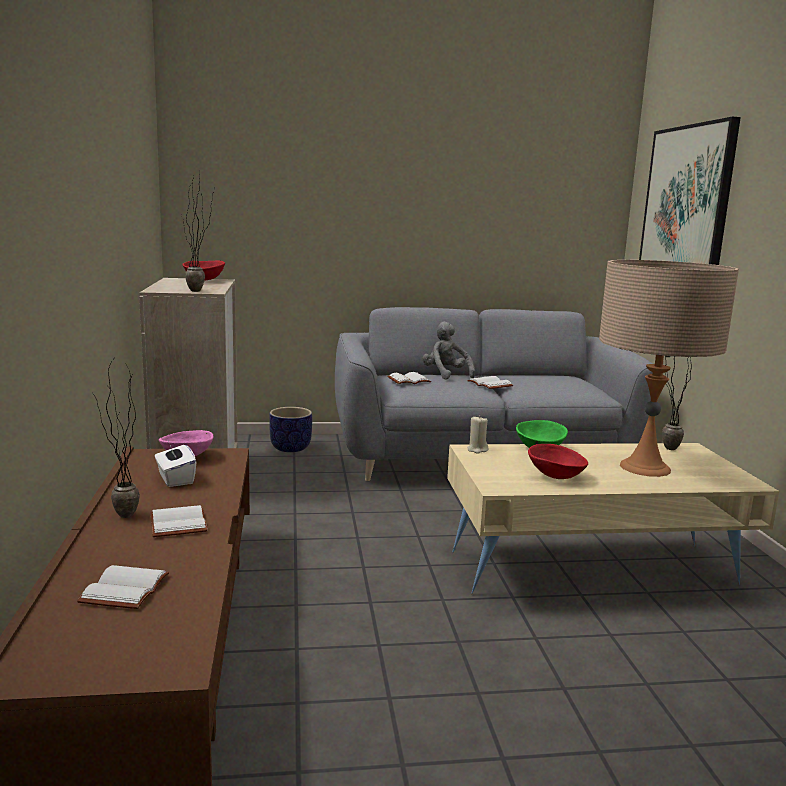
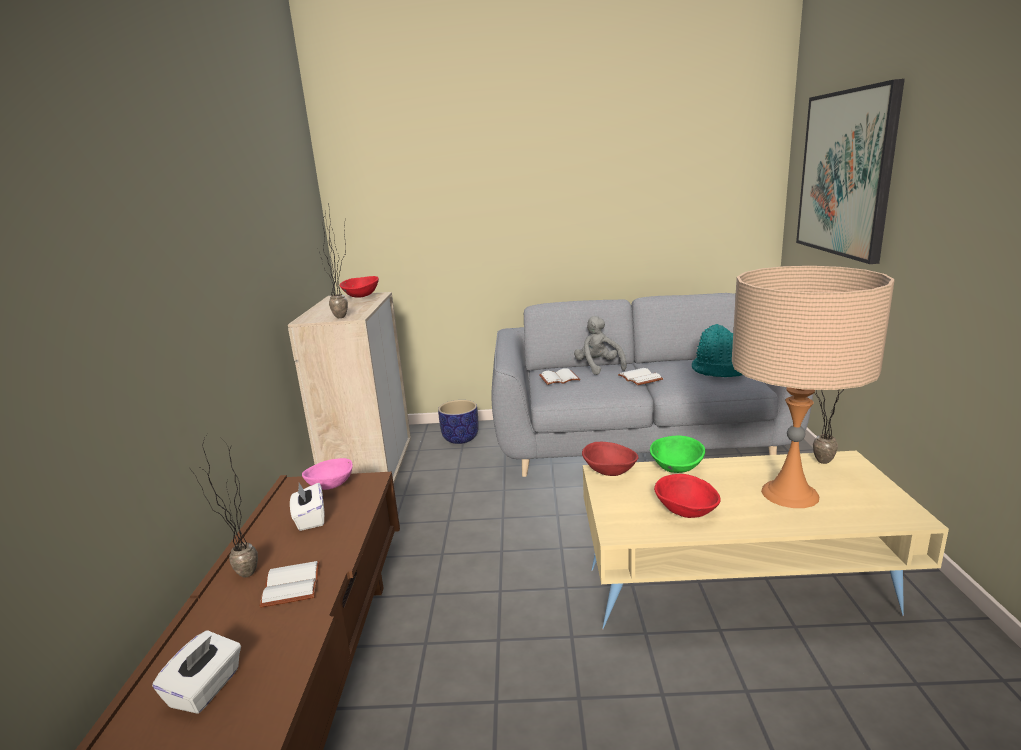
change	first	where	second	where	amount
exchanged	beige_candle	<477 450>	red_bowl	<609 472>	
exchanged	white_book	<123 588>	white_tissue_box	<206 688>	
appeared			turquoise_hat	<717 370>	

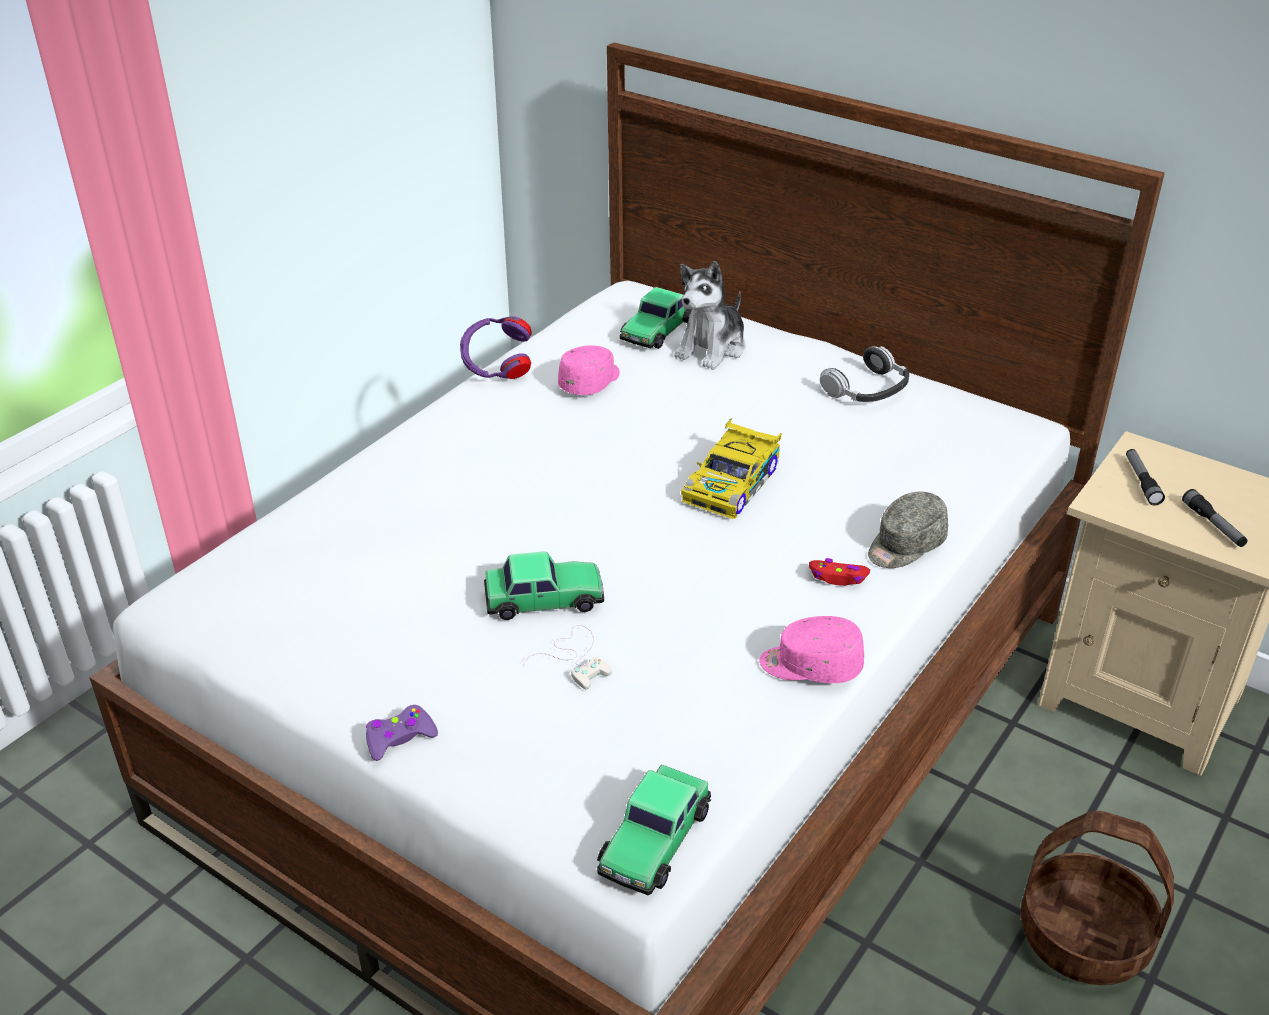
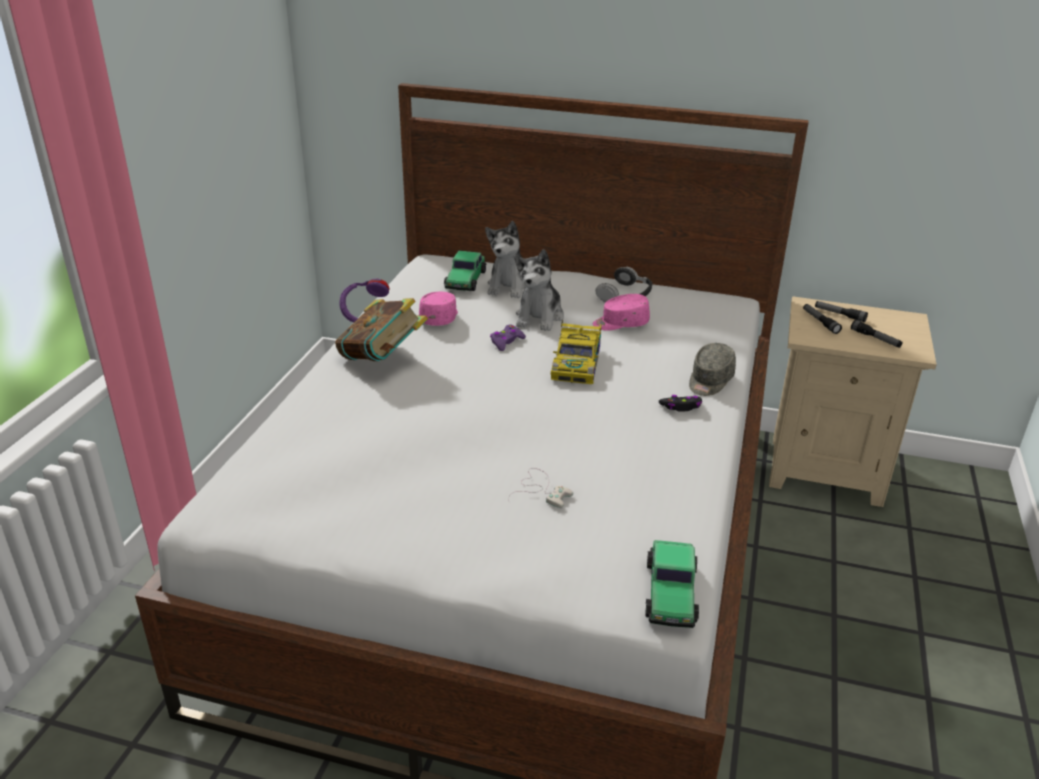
change	first	where	second	where	amount
missing	toy_car	<544 598>			
colour	red_game_controller	<838 577>	black_game_controller	<681 407>	
relocated	pink_cap	<810 666>		<620 323>	
relocated	purple_game_controller	<399 738>		<506 342>	
missing	basket	<1084 936>			
appeared			plush_toy	<539 317>	
appeared			book	<382 360>	
appeared			flashlight	<839 315>	

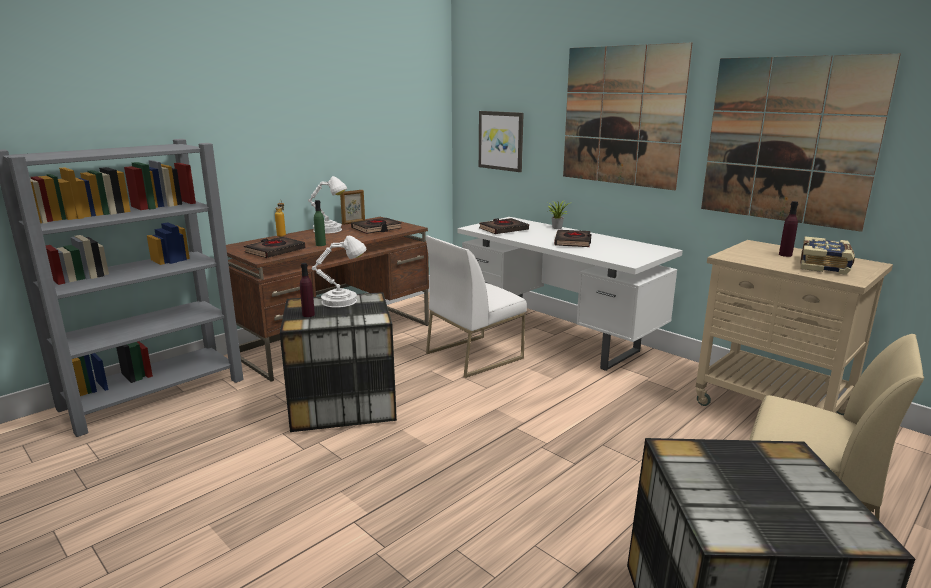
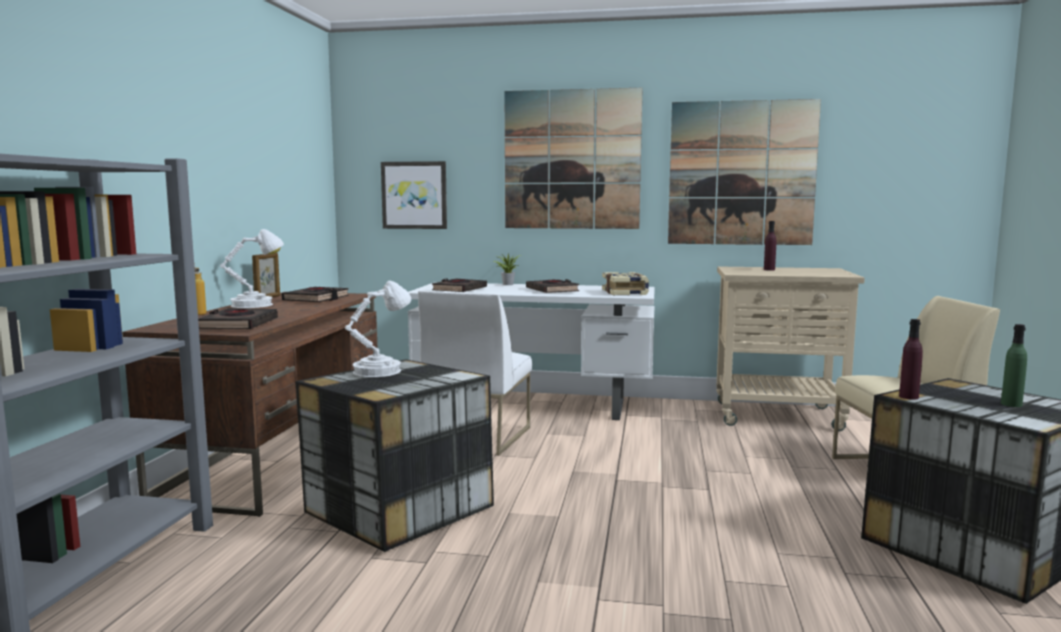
change	first	where	second	where	amount
relocated	green_bottle	<320 244>		<1011 404>	
relocated	book	<825 266>		<625 293>	
relocated	purple_bottle	<308 315>		<908 397>	

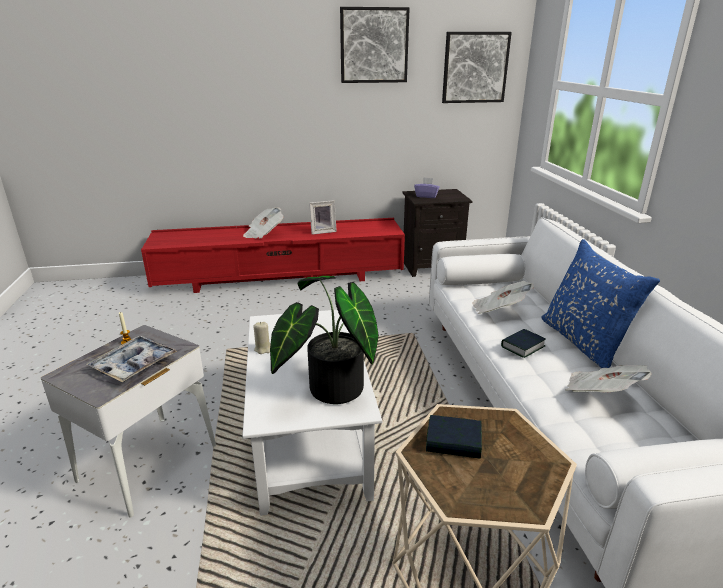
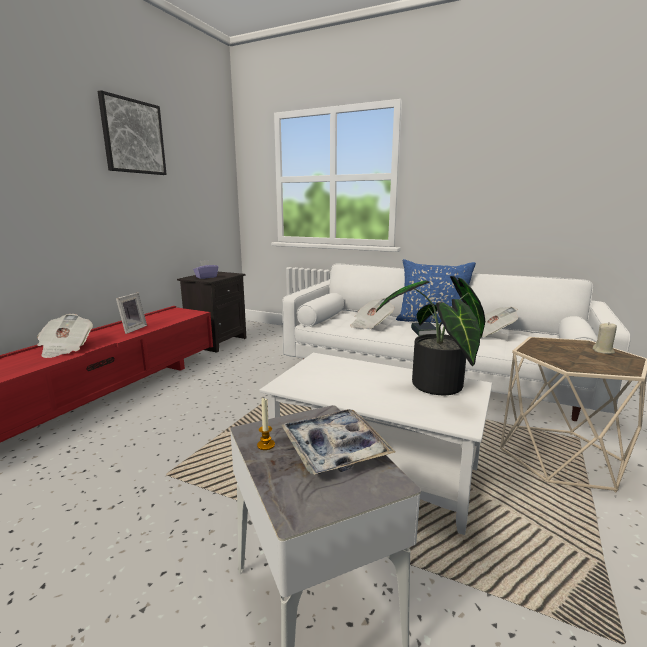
change	first	where	second	where	amount
missing	picture	<475 67>			
relocated	beige_candle	<263 349>		<603 351>	
missing	book	<453 442>			

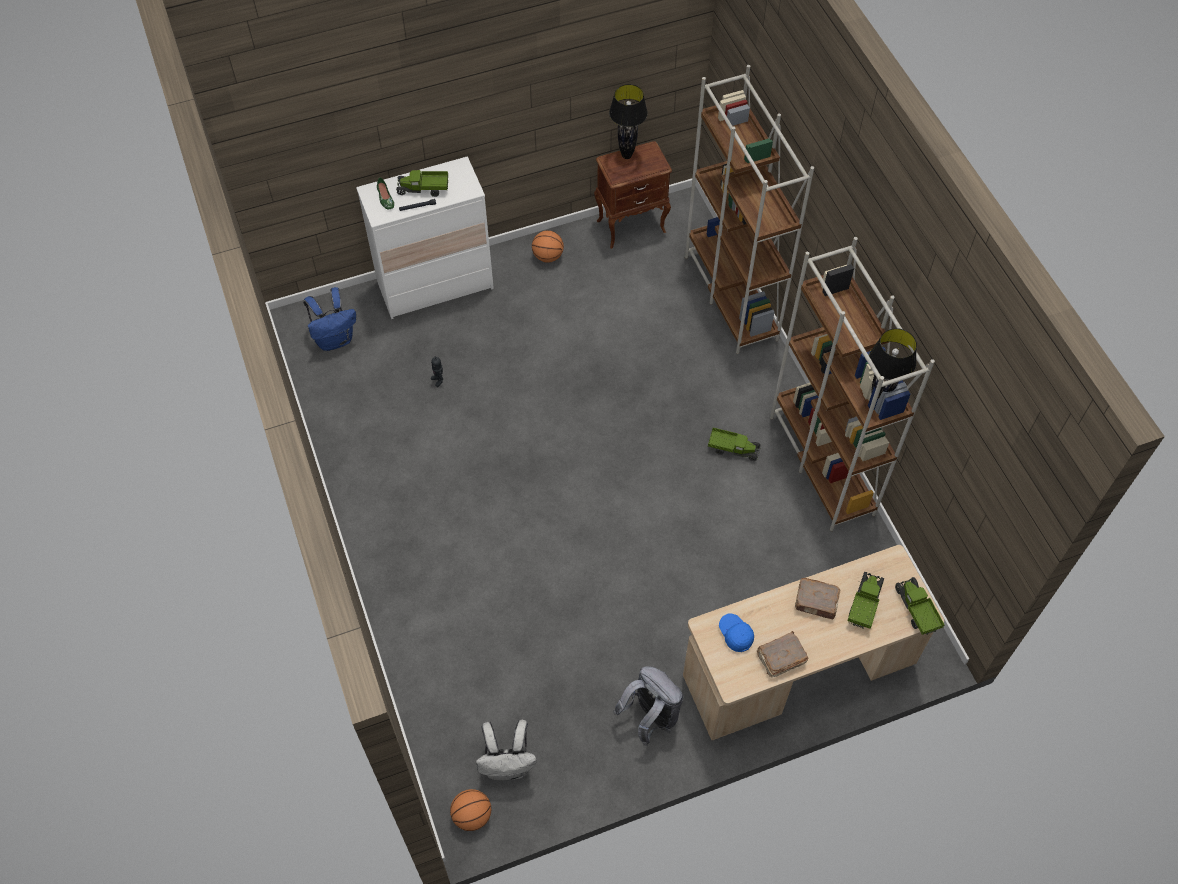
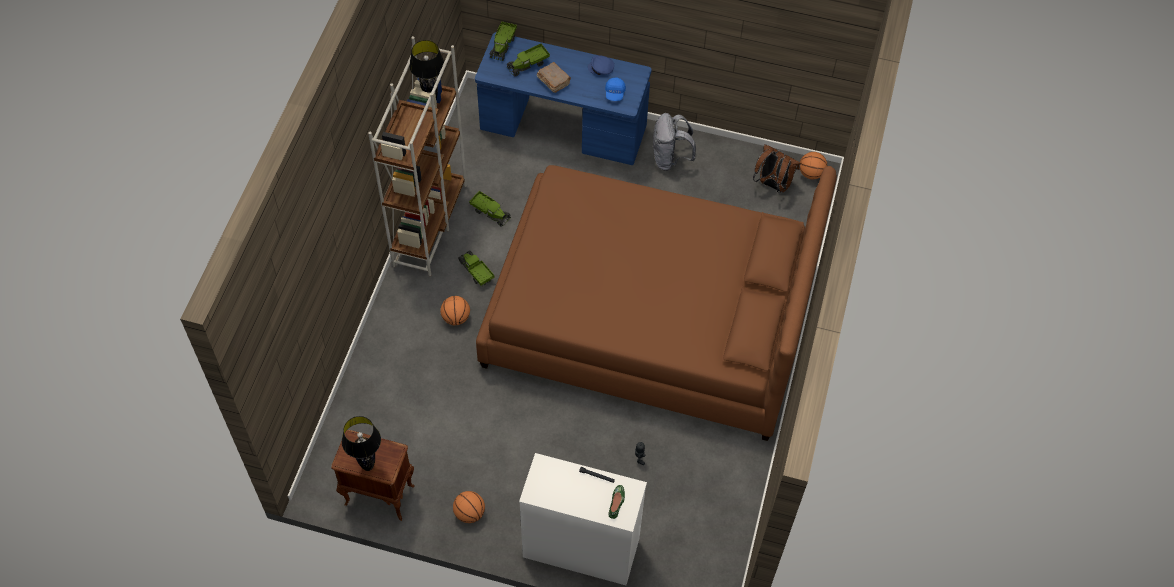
change	first	where	second	where	amount
missing	brown_bookcase	<731 298>			
relocated	toy_truck	<423 189>		<490 212>	
missing	blue_backpack	<335 339>			
colour	beige_desk	<799 671>	blue_desk	<563 128>	
exchanged	brown_book	<780 658>	blue_cap	<601 68>	
colour	white_backpack	<508 766>	brown_backpack	<772 184>	
appeared			brown_bed	<649 318>	
appeared			basketball	<456 318>	

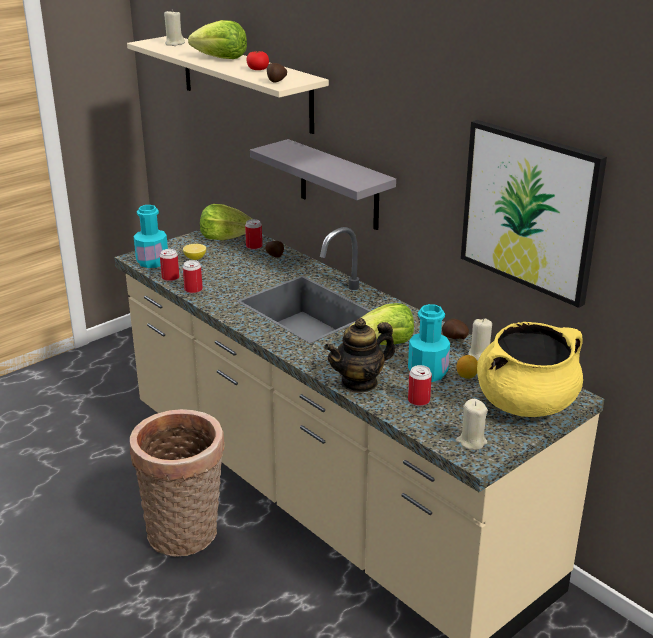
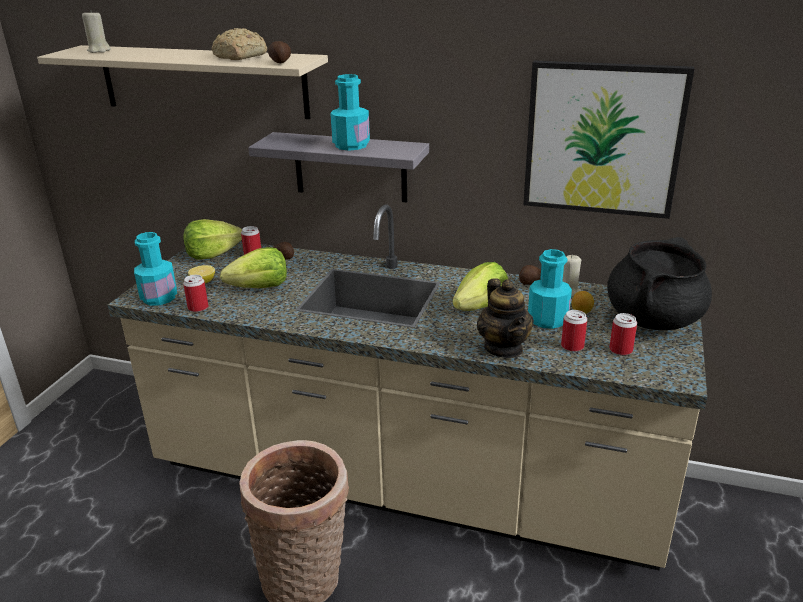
change	first	where	second	where	amount
relocated	lettuce	<221 58>		<260 287>	
exchanged	tomato	<258 69>	bread	<239 57>	
relocated	can	<193 290>		<620 350>	
spun	teapot	<359 382>		<504 348>	45 degrees counterclockwise
colour	yellow_cooking_pot	<526 403>	black_cooking_pot	<653 319>	
missing	beige_candle	<471 442>			
appeared			turquoise_bottle	<351 145>	

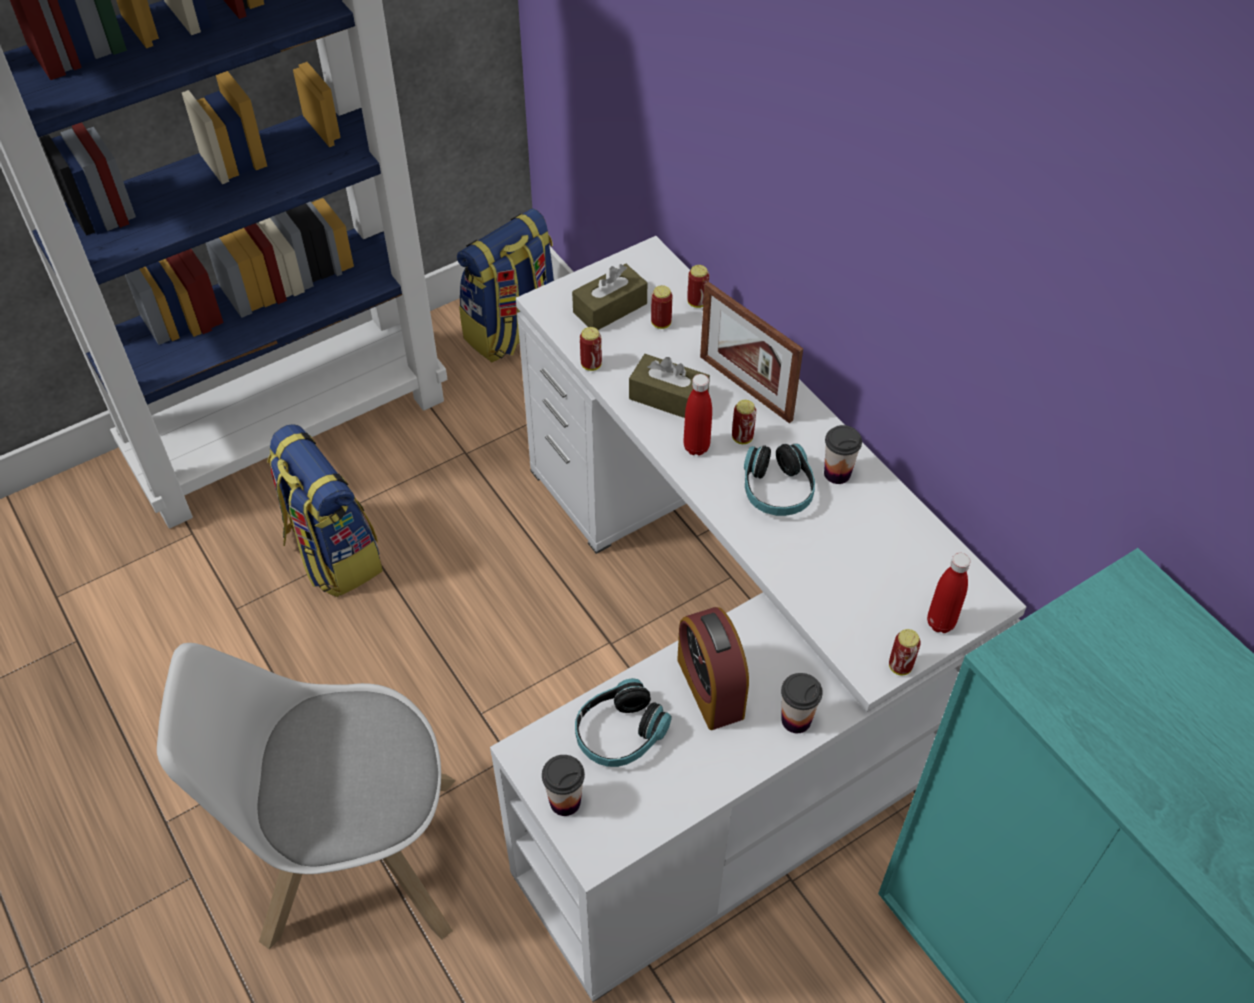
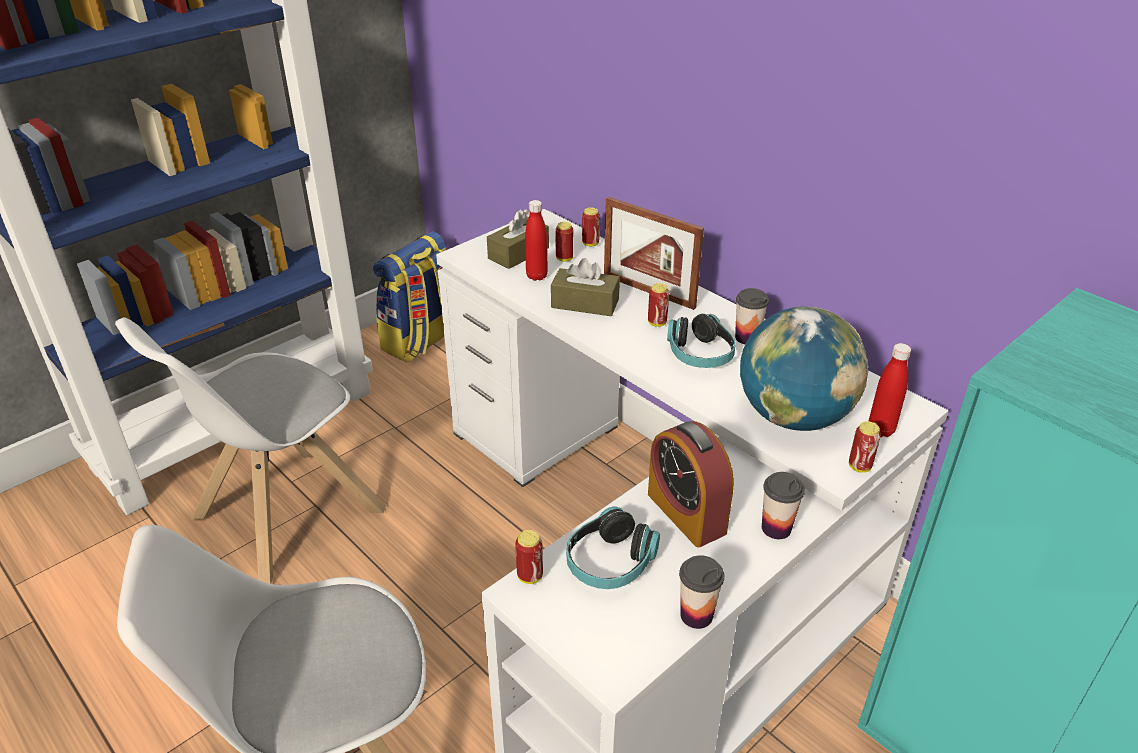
change	first	where	second	where	amount
relocated	can	<591 365>		<530 576>	
relocated	red_bottle	<696 447>		<537 276>	
exchanged	backpack	<332 554>	chair	<283 516>	
relocated	cup	<565 801>		<696 615>	
appeared			globe	<793 417>	

